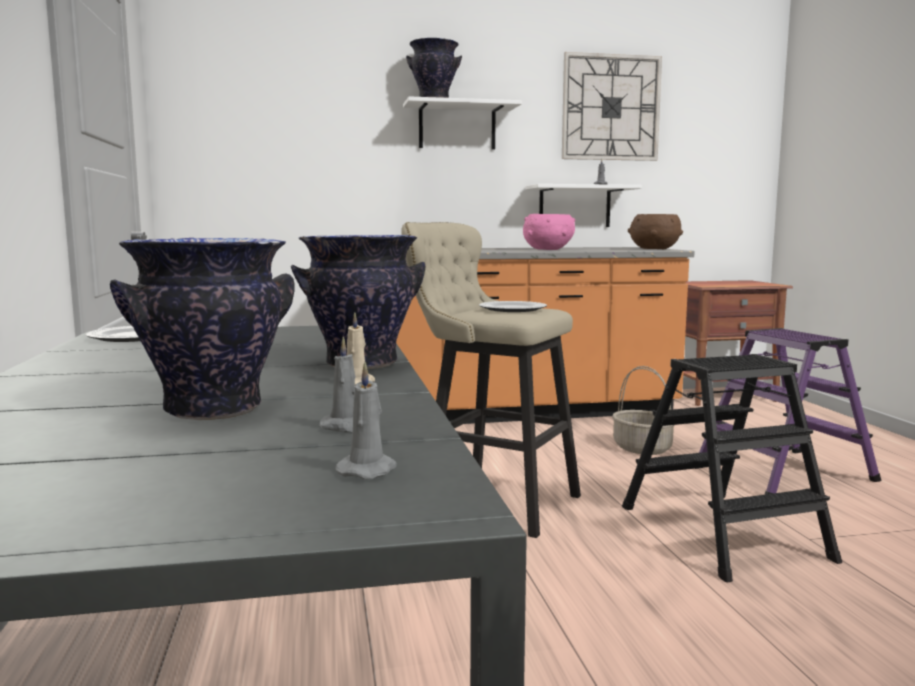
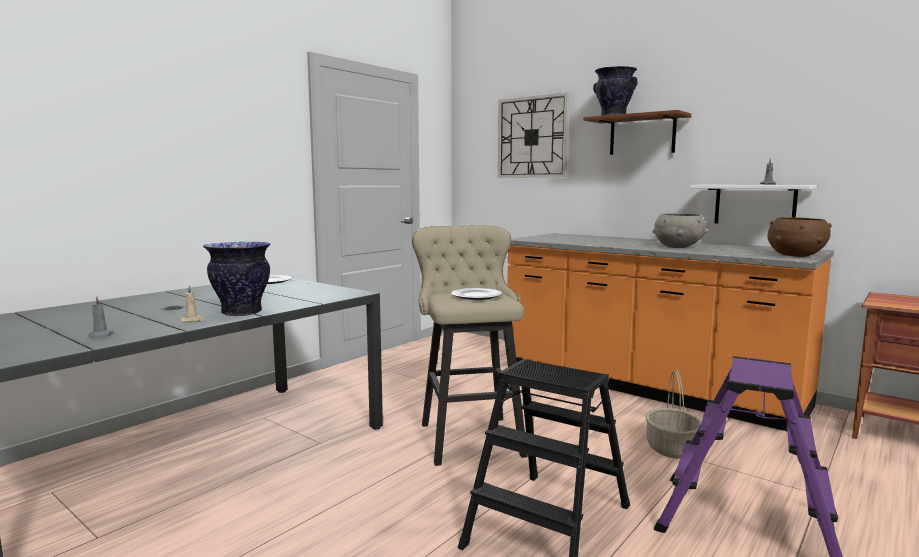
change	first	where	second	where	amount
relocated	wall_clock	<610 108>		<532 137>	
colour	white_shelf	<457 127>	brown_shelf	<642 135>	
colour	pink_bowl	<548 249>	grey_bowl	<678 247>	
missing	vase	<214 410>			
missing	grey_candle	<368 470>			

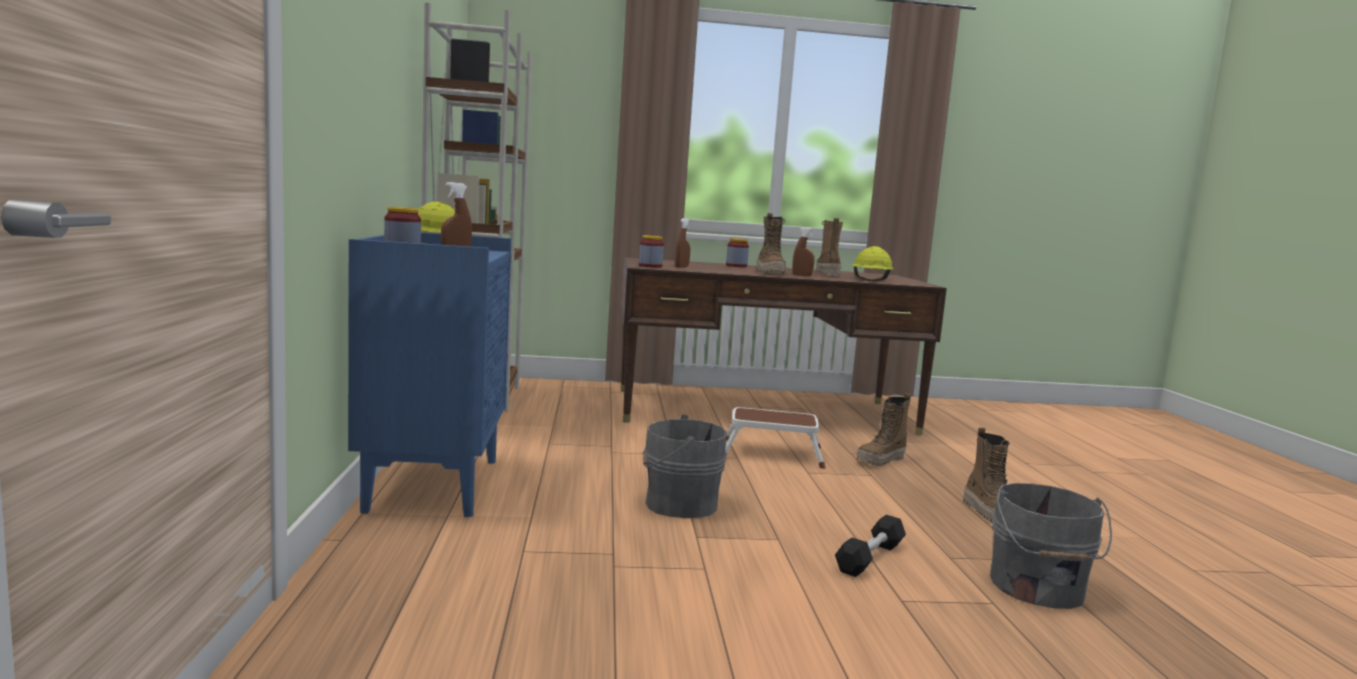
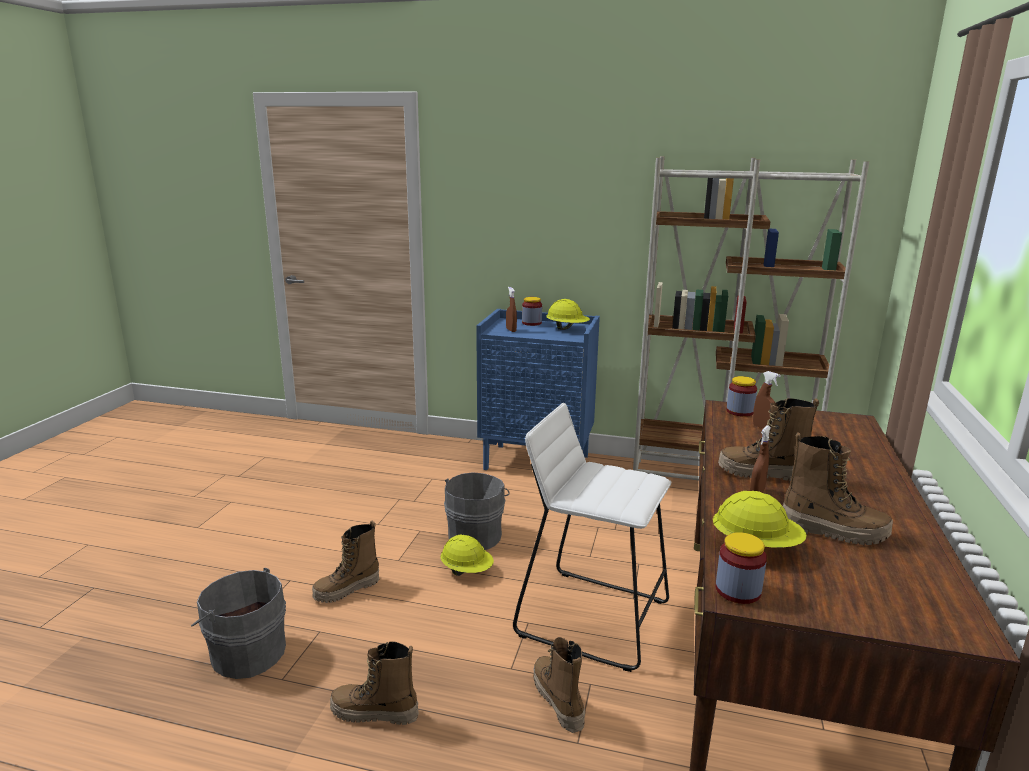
change	first	where	second	where	amount
relocated	jar	<736 266>		<738 590>	
exchanged	brown_step_ladder	<771 452>	white_stool	<593 617>	
exchanged	black_dumbbell	<870 557>	boot	<347 590>	
appeared			yellow_hard_hat	<467 571>	

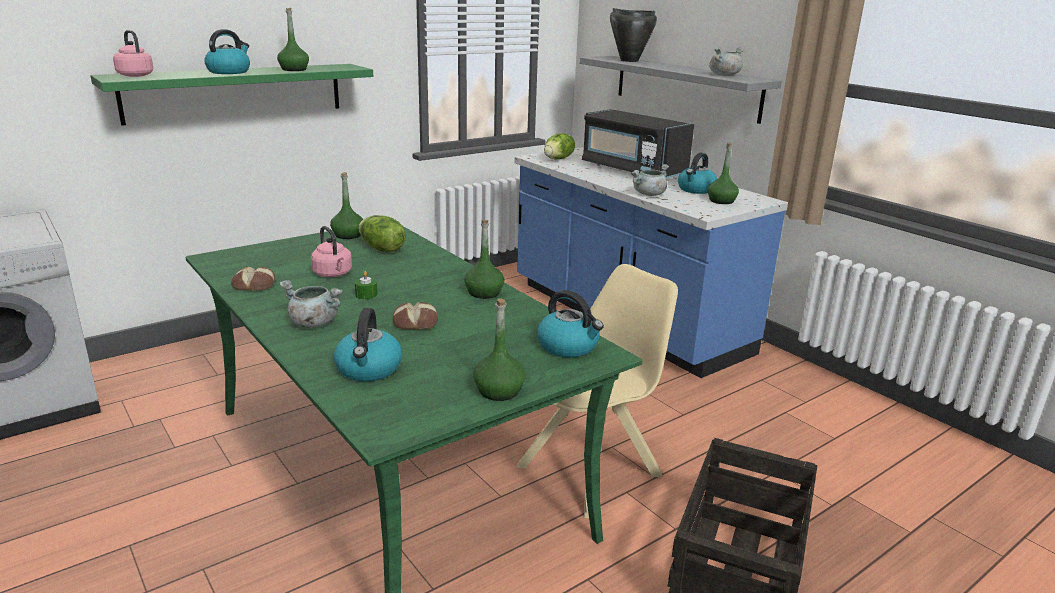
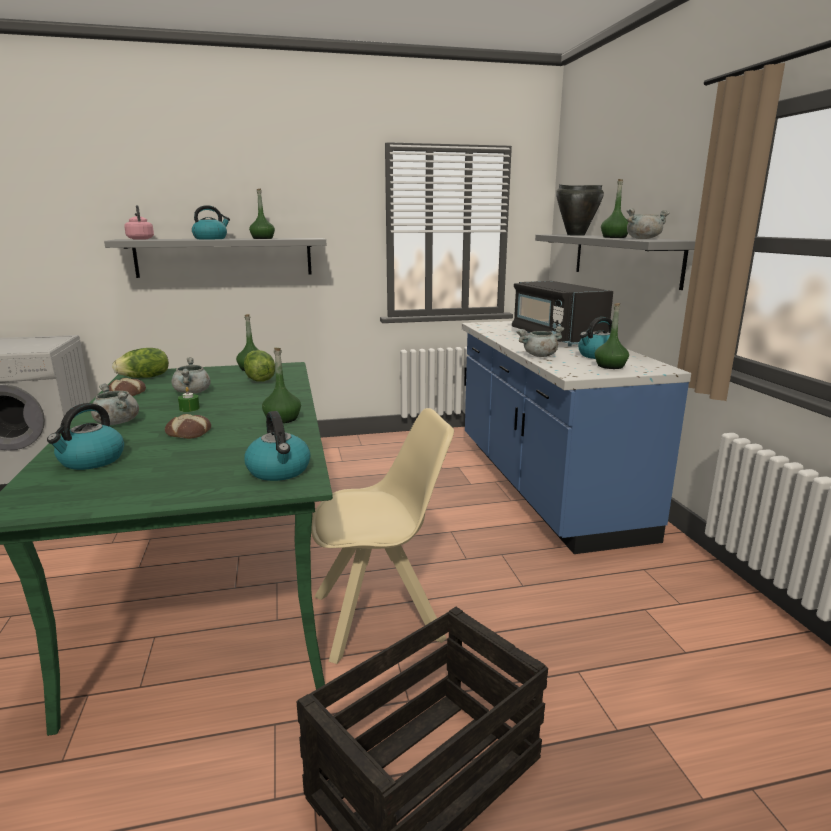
change	first	where	second	where	amount
colour	green_shelf	<235 92>	grey_shelf	<224 257>	
relocated	lettuce	<558 159>		<145 377>	
exchanged	pink_kettle	<333 274>	grey_cooking_pot	<193 392>	
relocated	green_bottle	<499 391>		<614 237>	

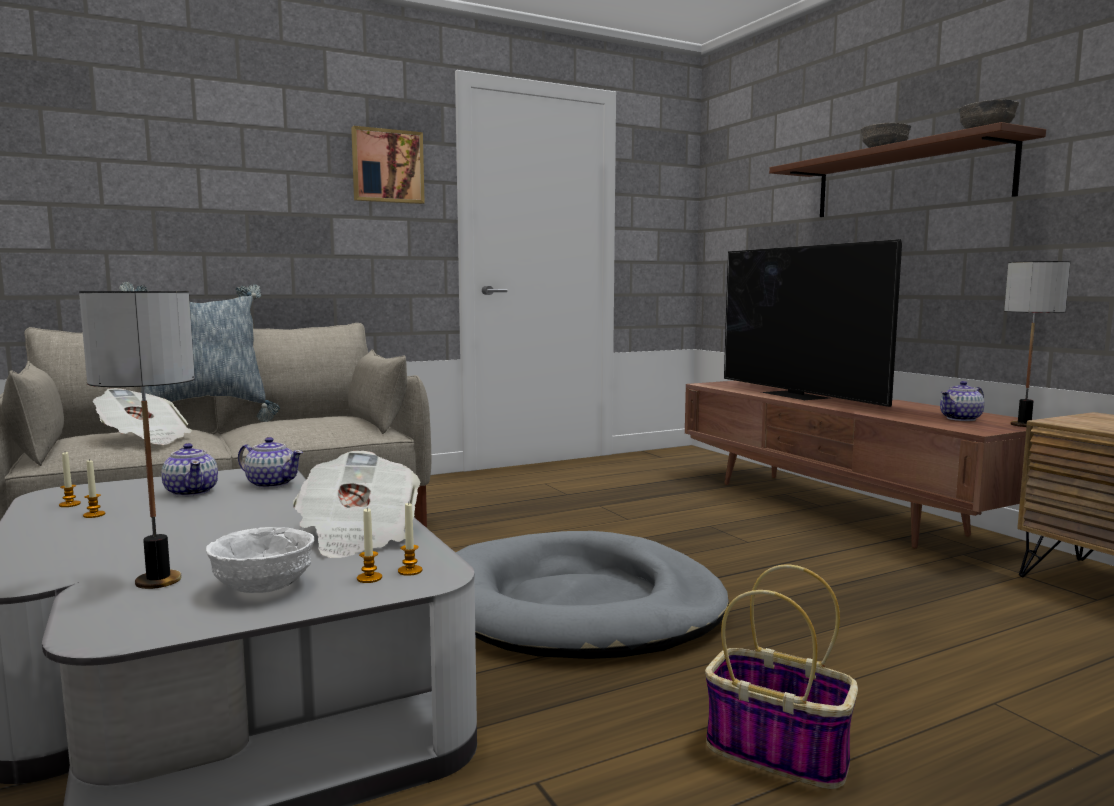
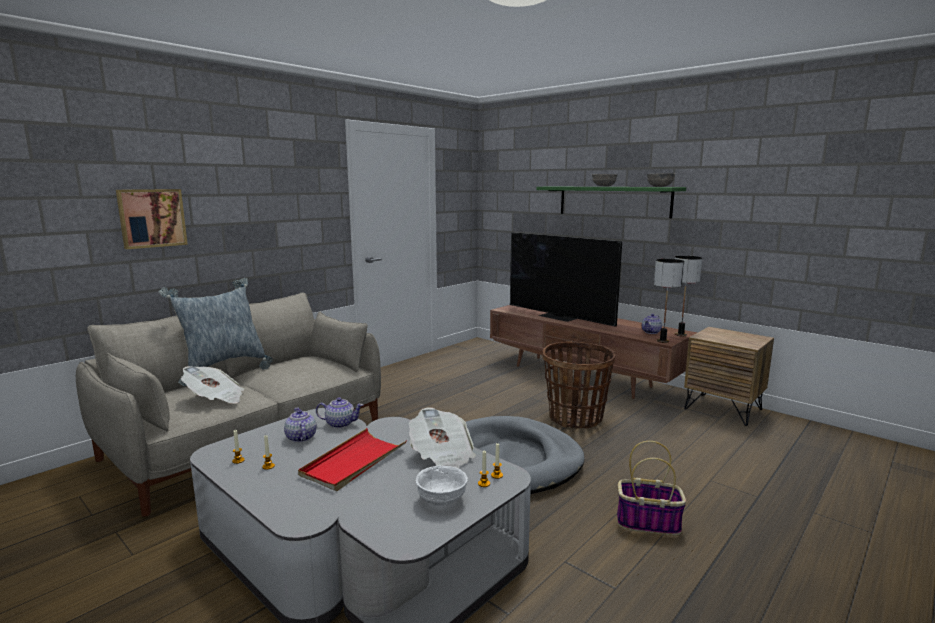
change	first	where	second	where	amount
colour	brown_shelf	<908 180>	green_shelf	<613 201>	
relocated	picture	<387 166>		<152 218>	
relocated	table_lamp	<157 581>		<662 341>	
spun	teapot	<192 492>		<300 438>	150 degrees counterclockwise
appeared			basket	<575 418>	
appeared			red_tray	<353 462>	

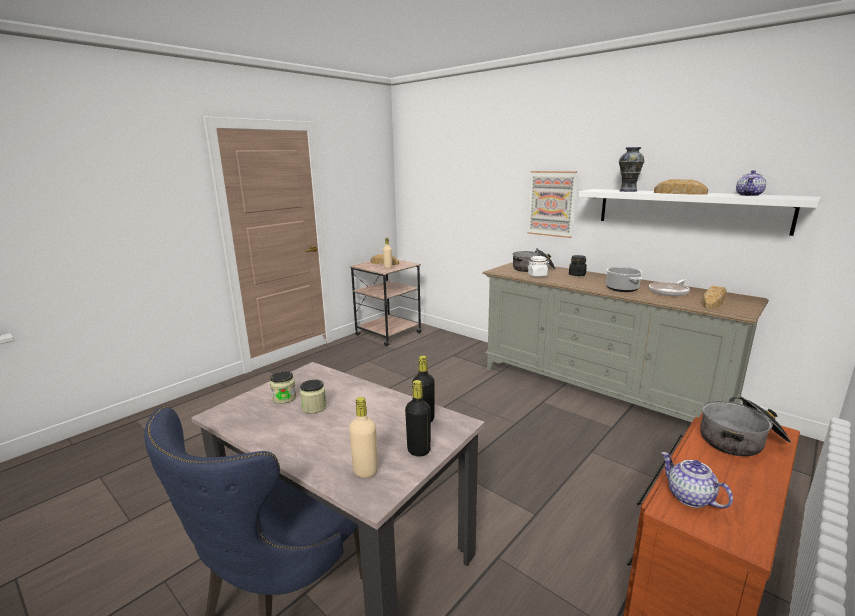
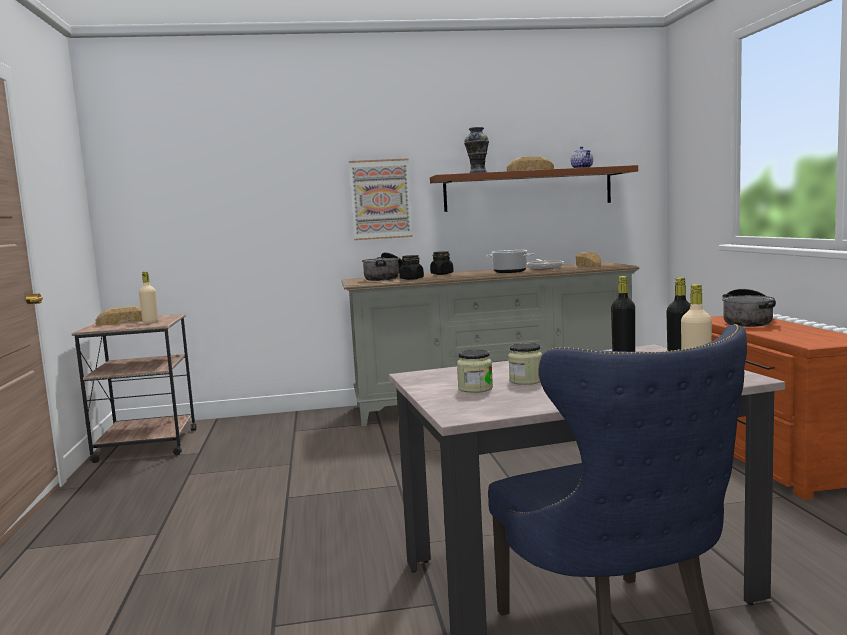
change	first	where	second	where	amount
colour	white_shelf	<688 209>	brown_shelf	<528 189>	
colour	white_jar	<537 275>	black_jar	<411 279>	
missing	teapot	<689 497>			

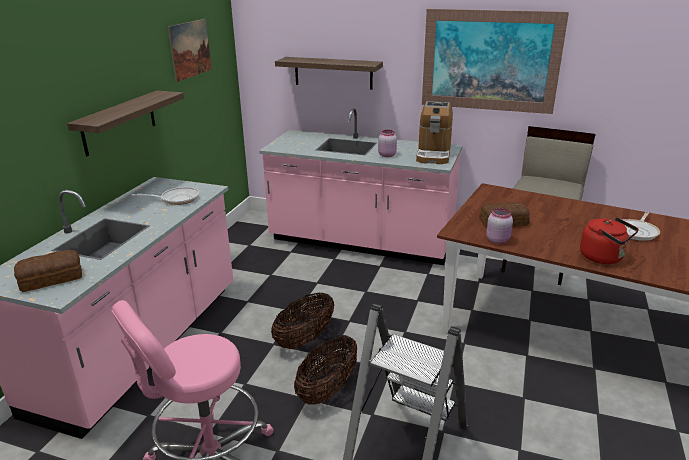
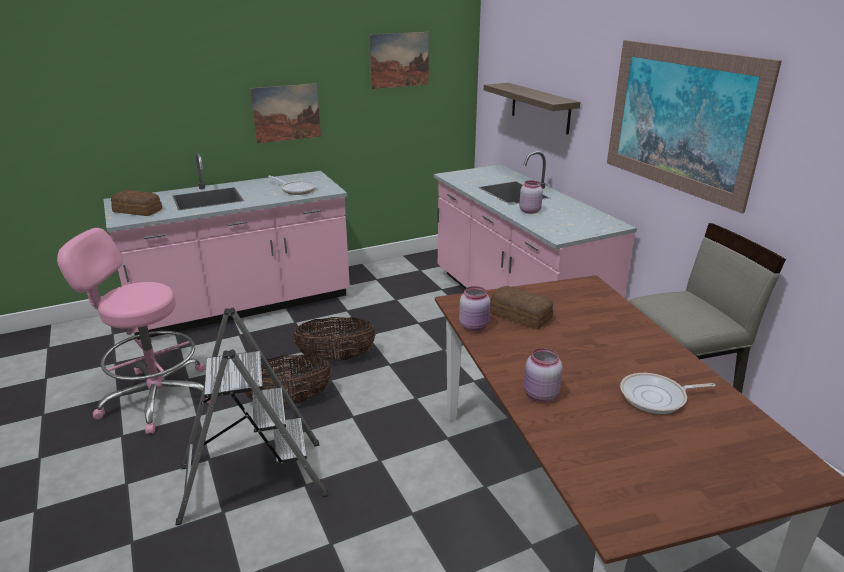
change	first	where	second	where	amount
exchanged	shelf	<119 122>	picture	<286 113>	
missing	coffee_machine	<433 154>			
exchanged	red_kettle	<604 258>	pink_jar	<540 395>	

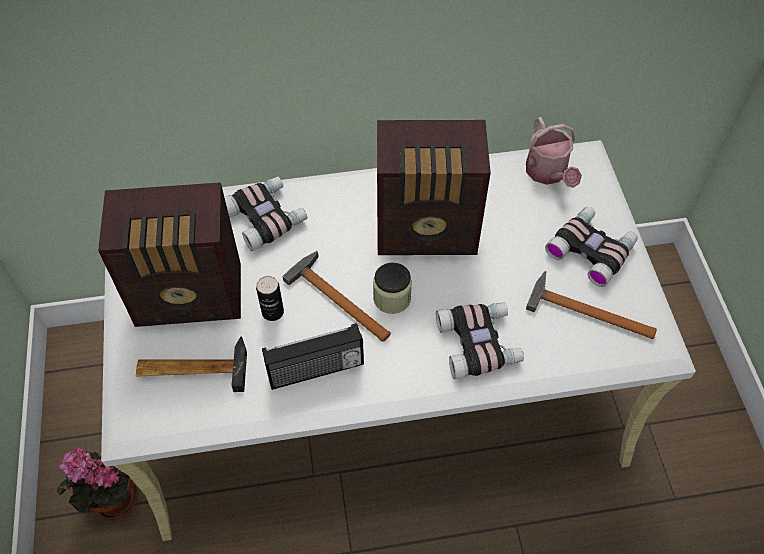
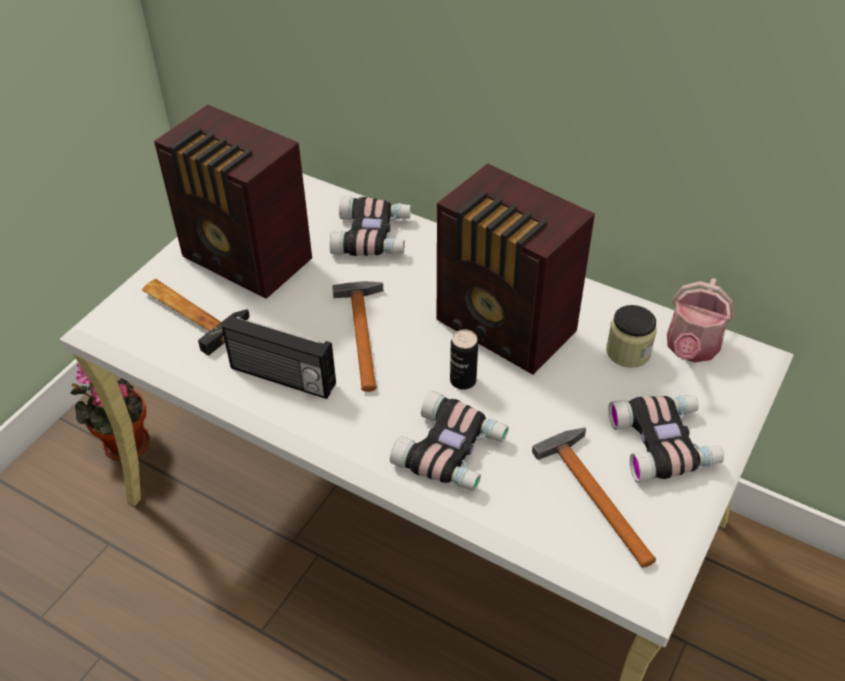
change	first	where	second	where	amount
relocated	jar	<392 298>		<628 352>	
relocated	can	<273 312>		<463 380>	

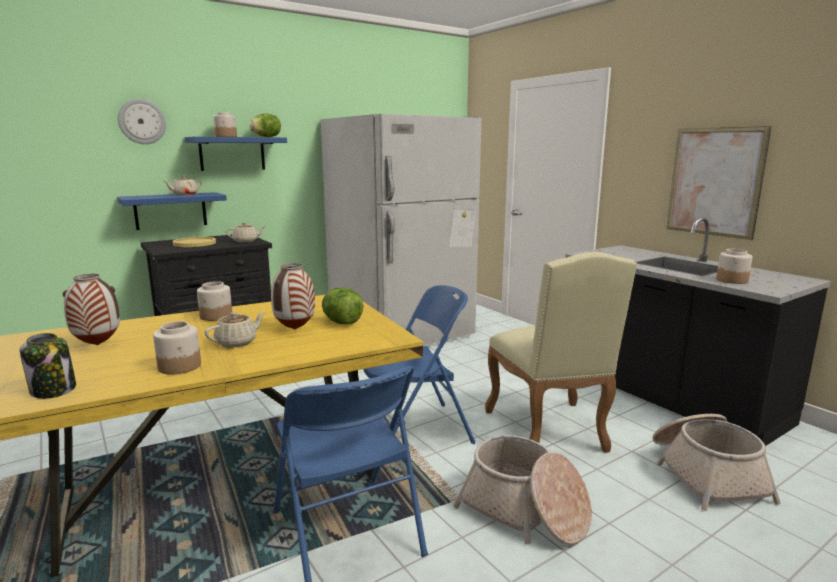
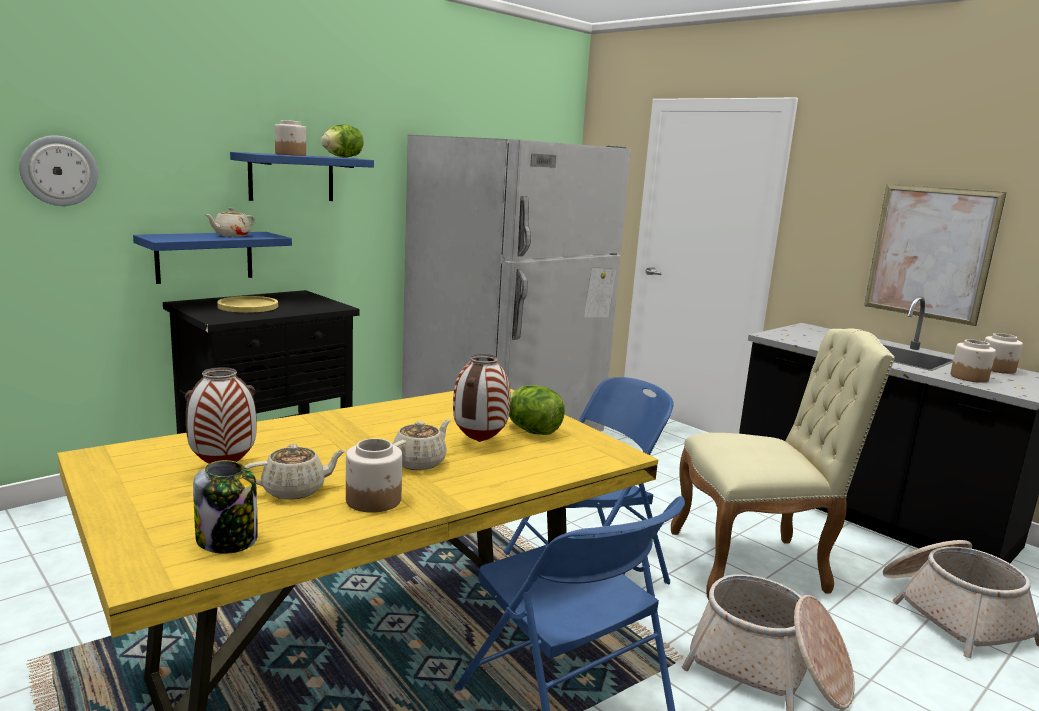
change	first	where	second	where	amount
relocated	wall_clock	<142 121>		<59 171>	
relocated	beige_teapot	<246 241>		<295 490>	
spun	beige_chair	<549 431>		<752 564>	75 degrees counterclockwise
relocated	jar	<216 316>		<997 369>	

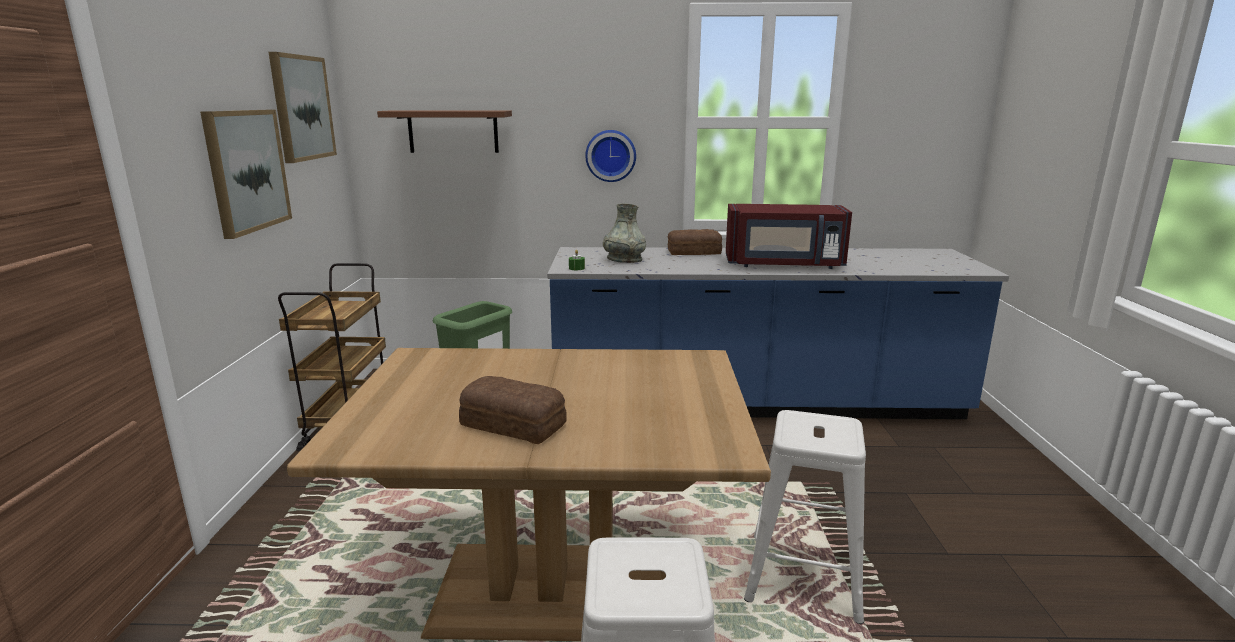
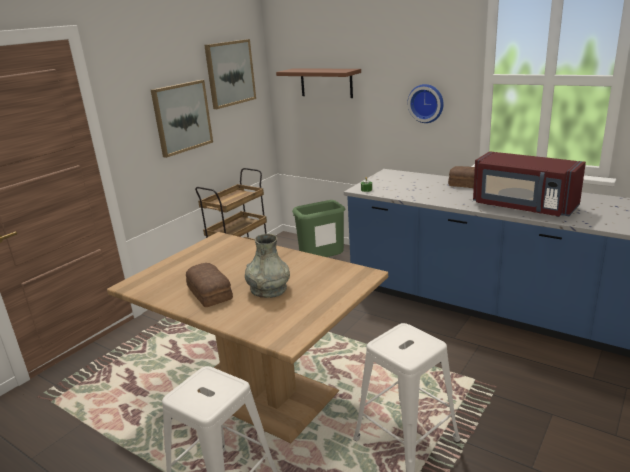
change	first	where	second	where	amount
relocated	grey_vase	<624 259>		<268 289>	

